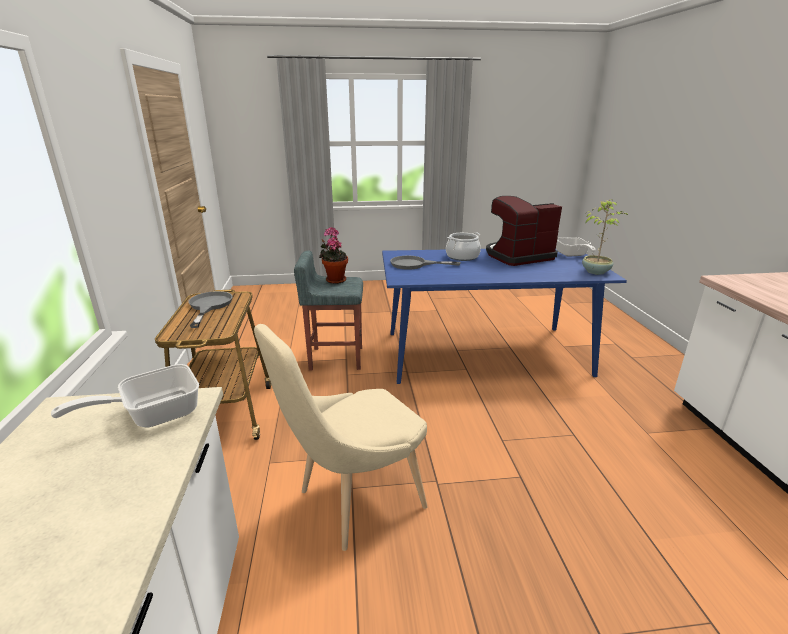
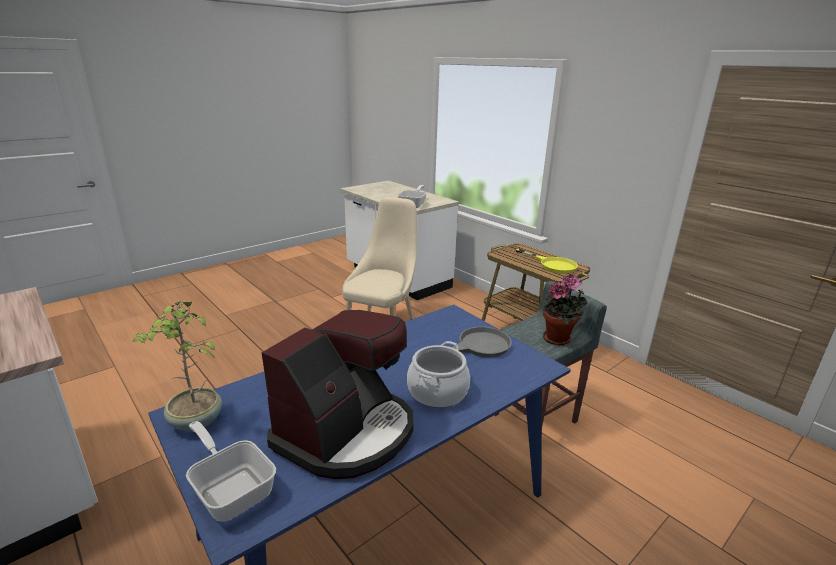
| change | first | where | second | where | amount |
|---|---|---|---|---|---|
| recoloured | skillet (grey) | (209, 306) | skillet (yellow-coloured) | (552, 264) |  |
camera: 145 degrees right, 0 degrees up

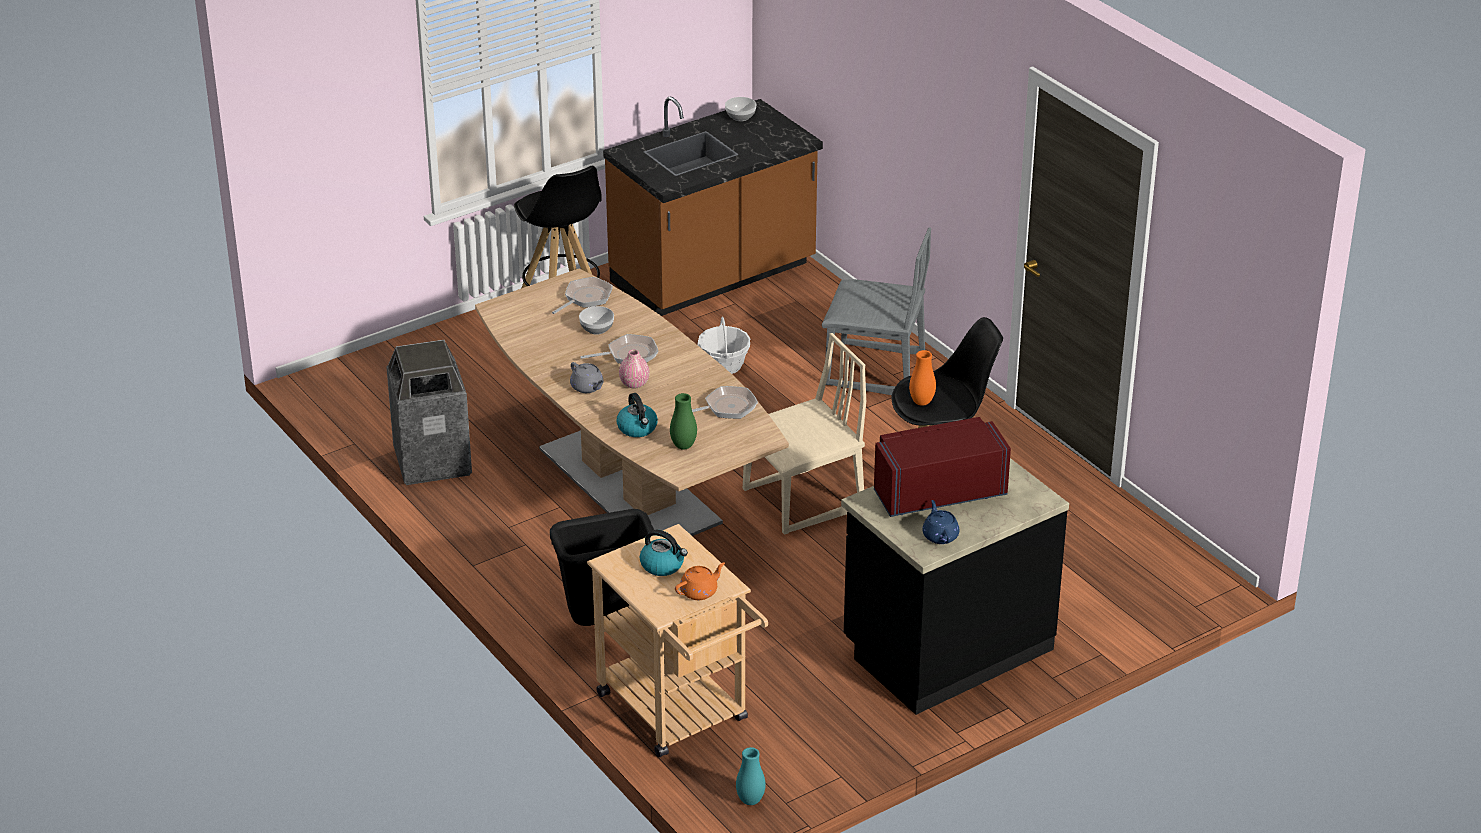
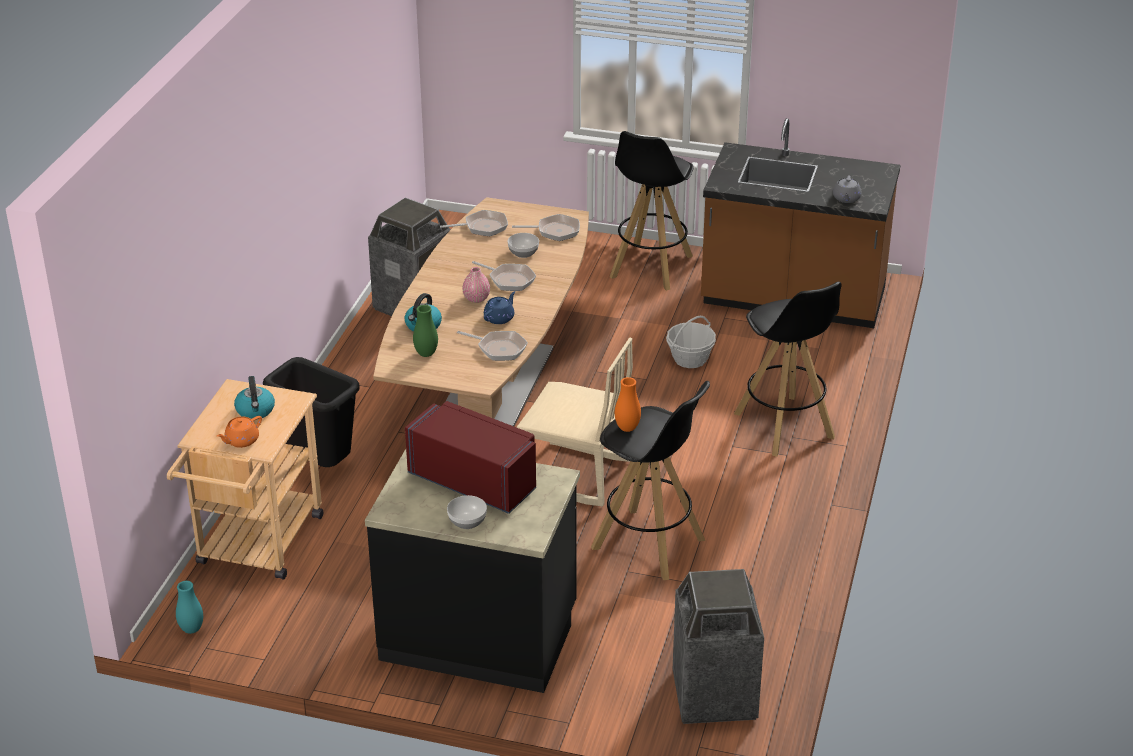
| change | first | where | second | where | amount |
|---|---|---|---|---|---|
| moved | pot for tea (grey) | (587, 387) |  | (846, 198) |  |
| turned | pot for tea (orange) | (699, 591) |  | (241, 441) | 120 degrees clockwise |
| moved | serving bowl | (740, 117) |  | (466, 521) |  |
| replaced | plain chair (grey) | (874, 370) | sitting stool (black-coloured) | (784, 426) |  |
| moved | pot for tea (blue) | (940, 535) |  | (499, 318) |  |
| added |  |  | skillet | (482, 227) |  |
| added |  |  | trash can | (713, 696) |  |
camera: 50 degrees right, 0 degrees up

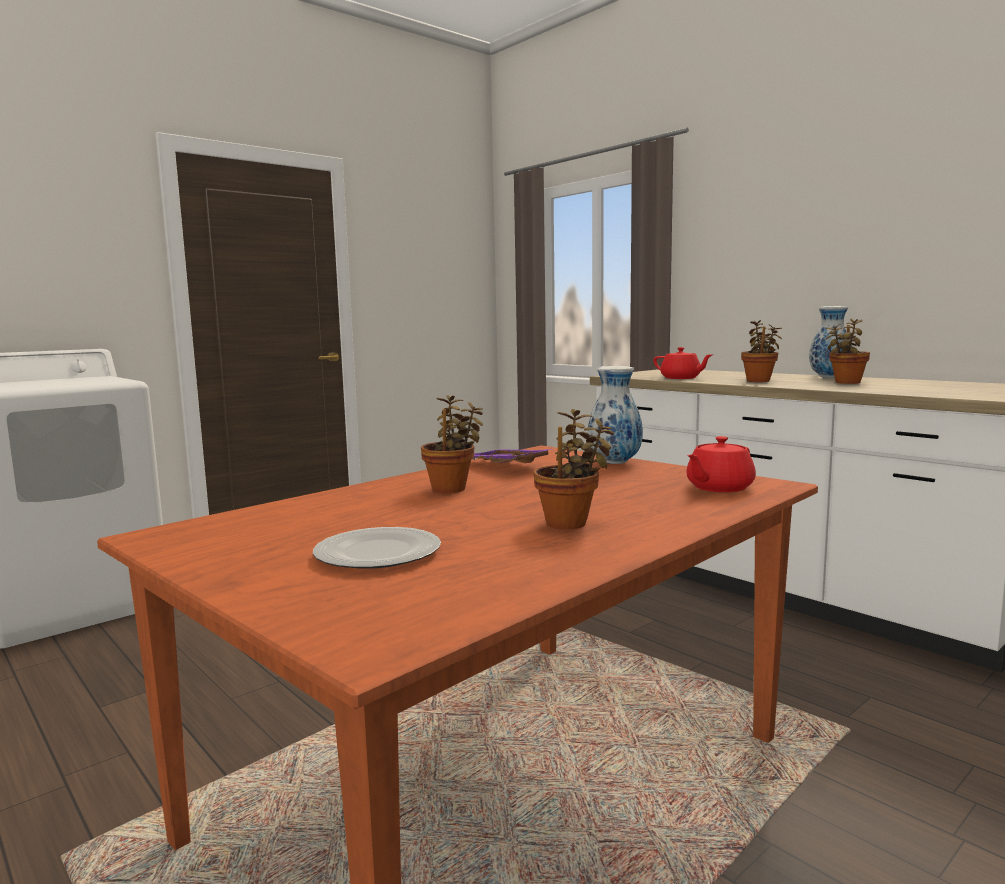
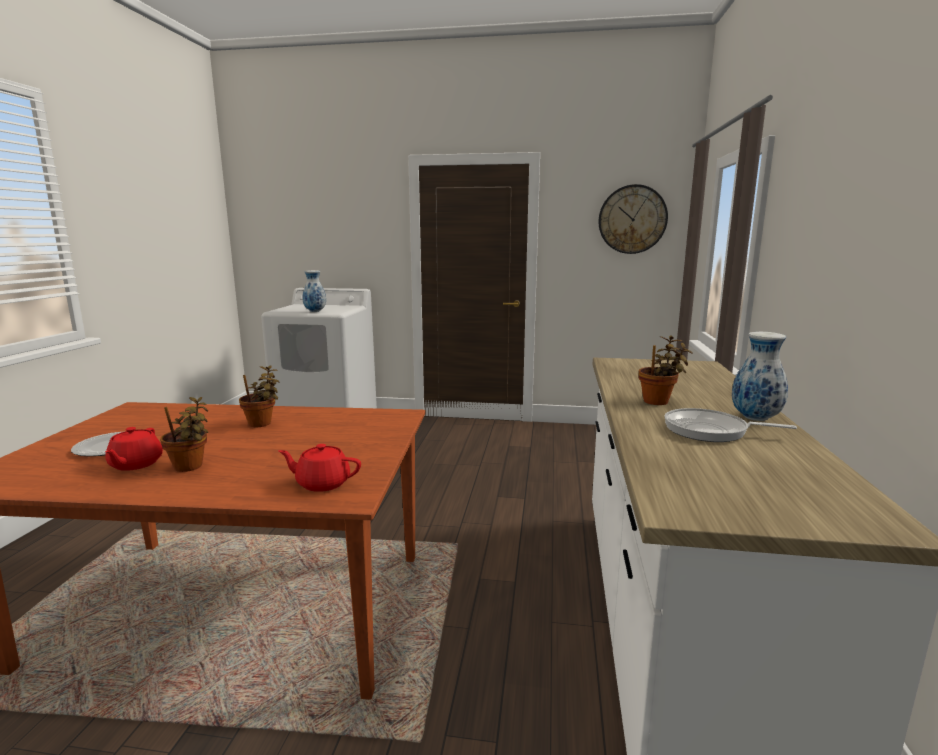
| change | first | where | second | where | amount |
|---|---|---|---|---|---|
| removed | tray (purple-coloured) | (505, 466) |  |  |  |
| moved | vase | (615, 463) |  | (314, 311) |  |
| moved | pot for tea (red) | (681, 378) |  | (135, 464) |  |
| replaced | houseplant | (846, 382) | skillet | (710, 431) |  |
| added |  |  | hanging clock | (632, 219) |  |
camera: 50 degrees right, 5 degrees up

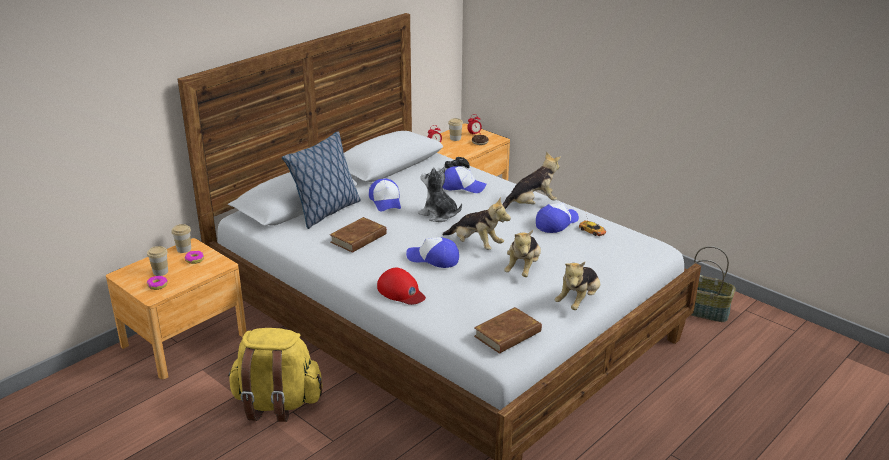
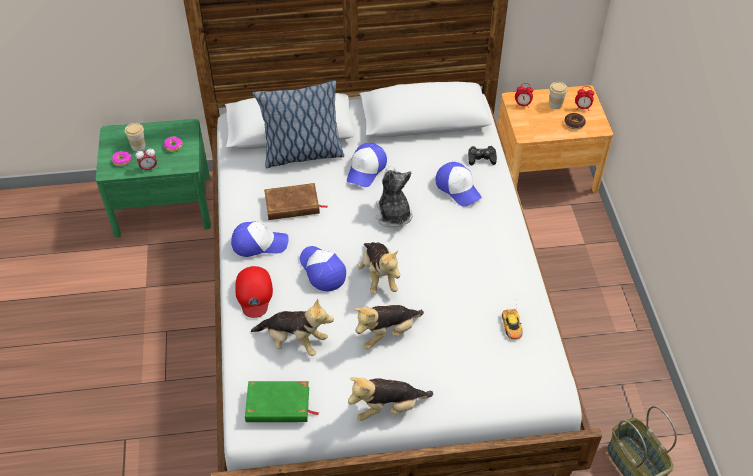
| change | first | where | second | where | amount |
|---|---|---|---|---|---|
| recoloured | nightstand (brownish) | (184, 340) | nightstand (greenish) | (163, 205) |  |
| removed | drinking cup | (184, 249) |  |  |  |
| removed | knapsack (yellow-coloured) | (276, 403) |  |  |  |
| recoloured | volume (brownish) | (508, 334) | volume (greenish) | (278, 405) |  |
| moved | soft toy | (531, 205) |  | (294, 341) |  |
| moved | peaked cap | (556, 223) |  | (259, 243) |  |
| added |  |  | table clock | (149, 168) |  |
camera: 40 degrees right, 20 degrees up

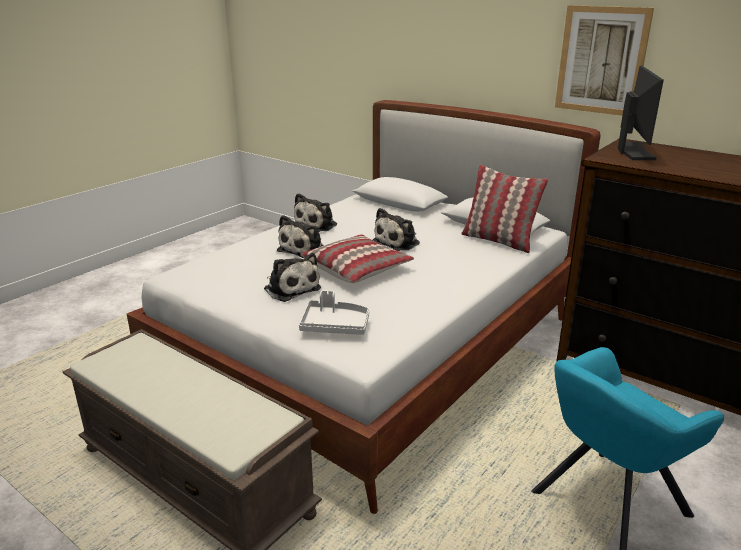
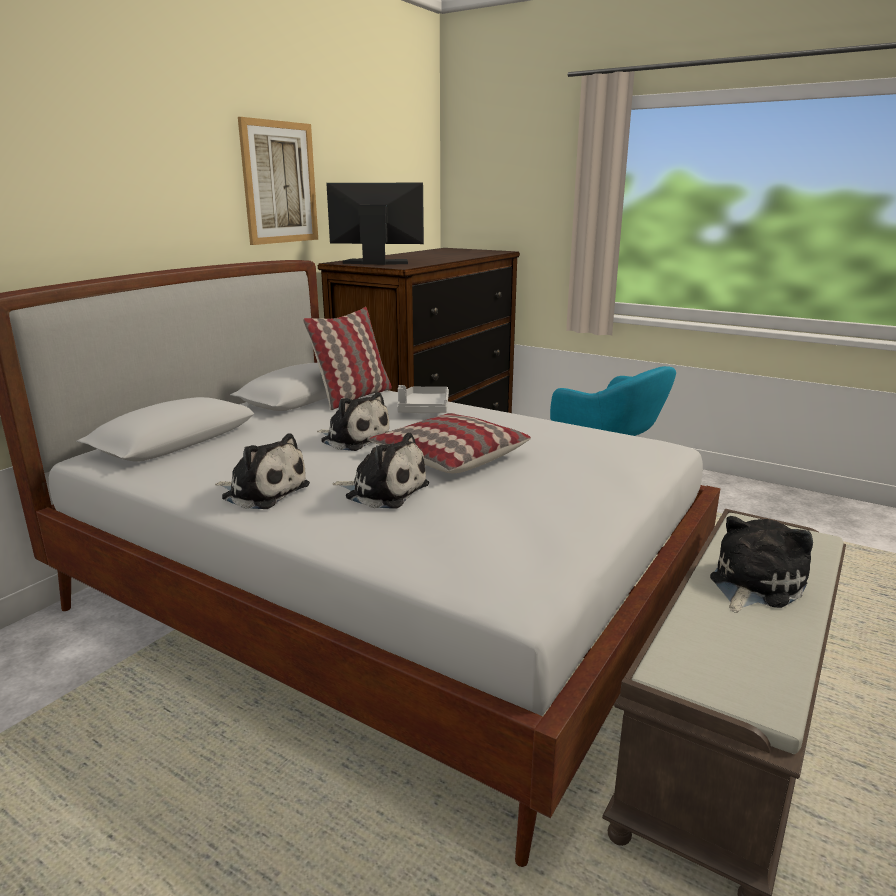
| change | first | where | second | where | amount |
|---|---|---|---|---|---|
| moved | soft toy | (291, 288) |  | (753, 584) |  |
| moved | tray (grey) | (335, 326) |  | (423, 409) |  |
camera: 95 degrees left, 5 degrees down

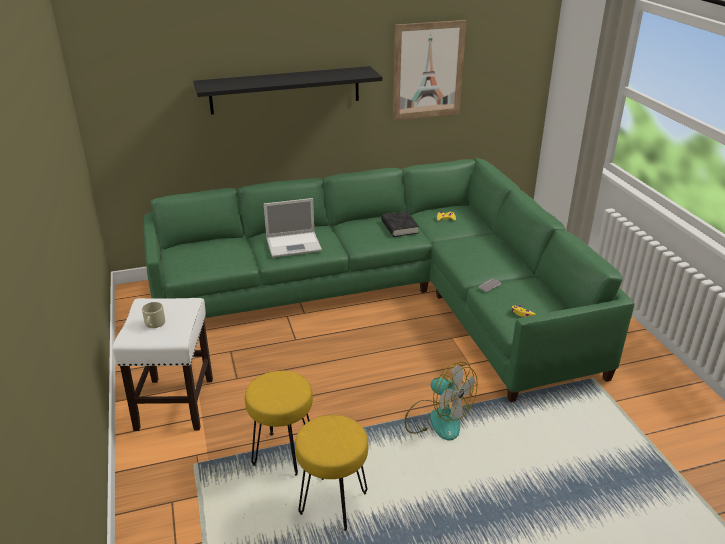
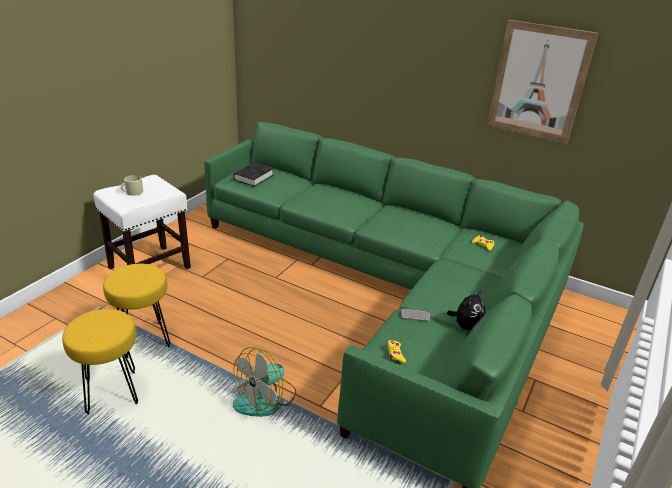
| change | first | where | second | where | amount |
|---|---|---|---|---|---|
| removed | wall shelf (black-coloured) | (285, 90) |  |  |  |
| removed | portable computer | (294, 244) |  |  |  |
| moved | volume (black-coloured) | (399, 227) |  | (253, 177) |  |
| turned | cooling fan | (437, 419) |  | (266, 399) | 45 degrees clockwise |
| added |  |  | soft toy | (466, 326) |  |
camera: 45 degrees right, 0 degrees up

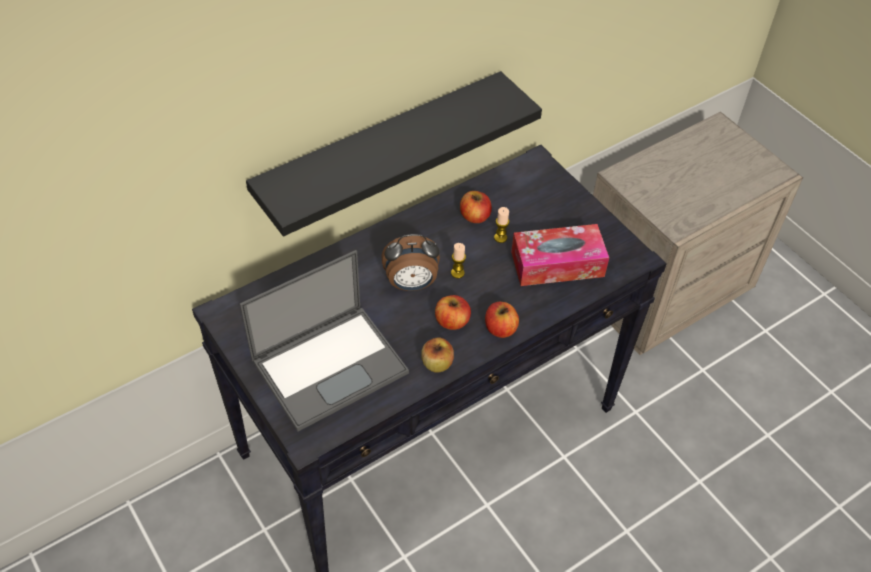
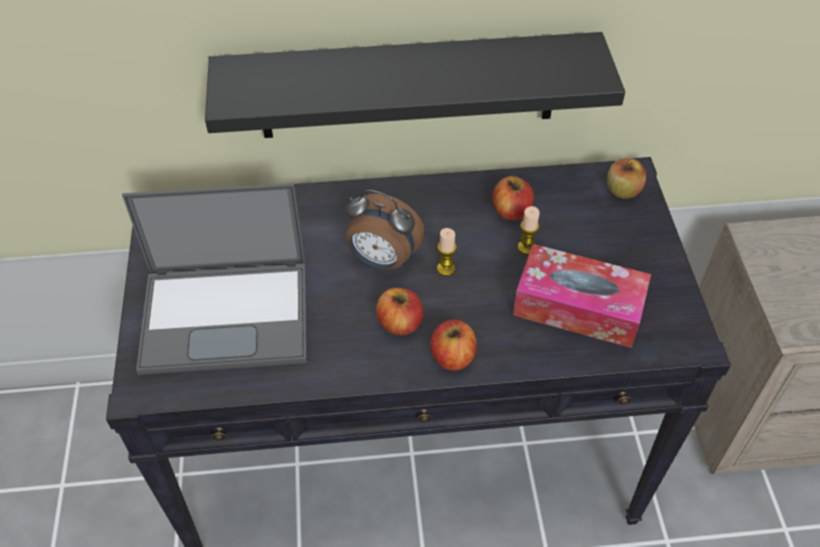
| change | first | where | second | where | amount |
|---|---|---|---|---|---|
| moved | apple | (437, 363) |  | (622, 191) |  |
camera: 30 degrees right, 0 degrees up

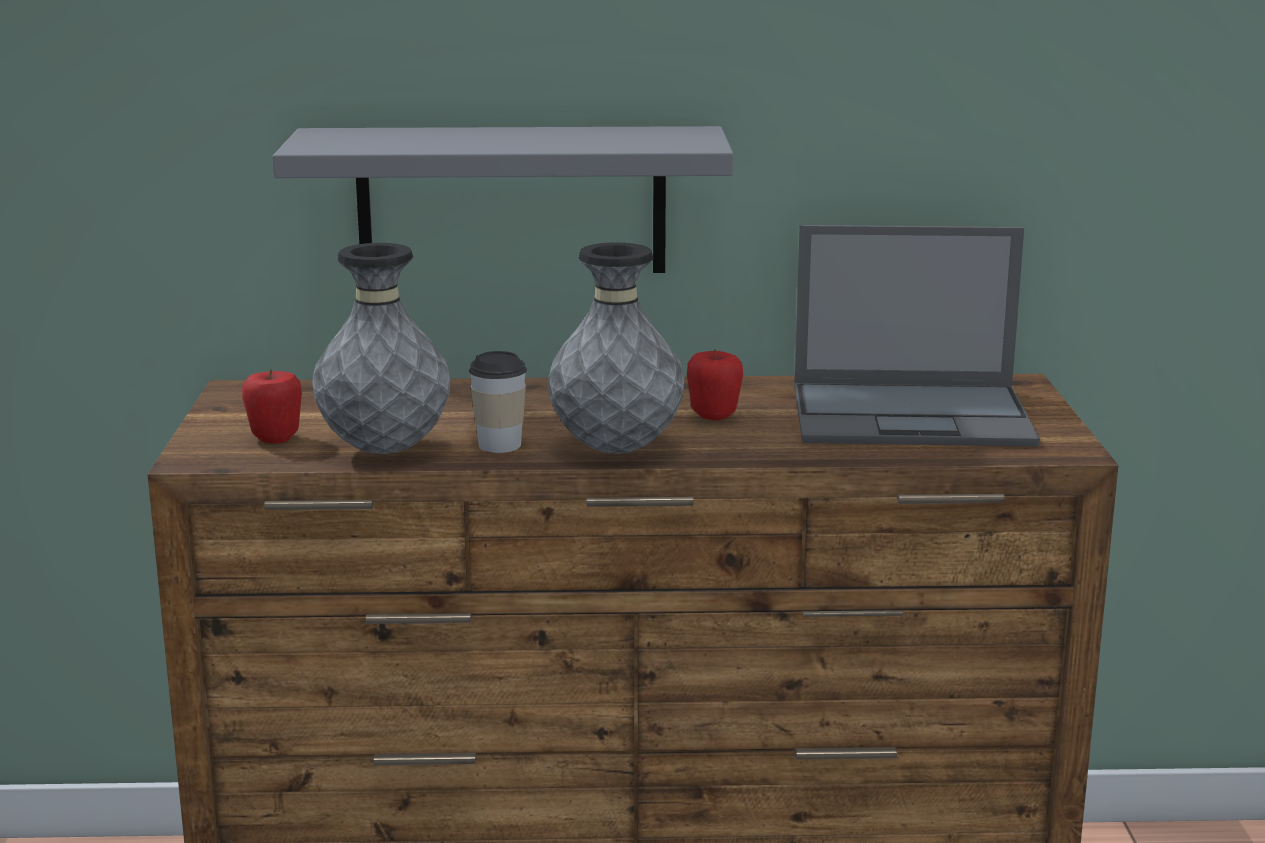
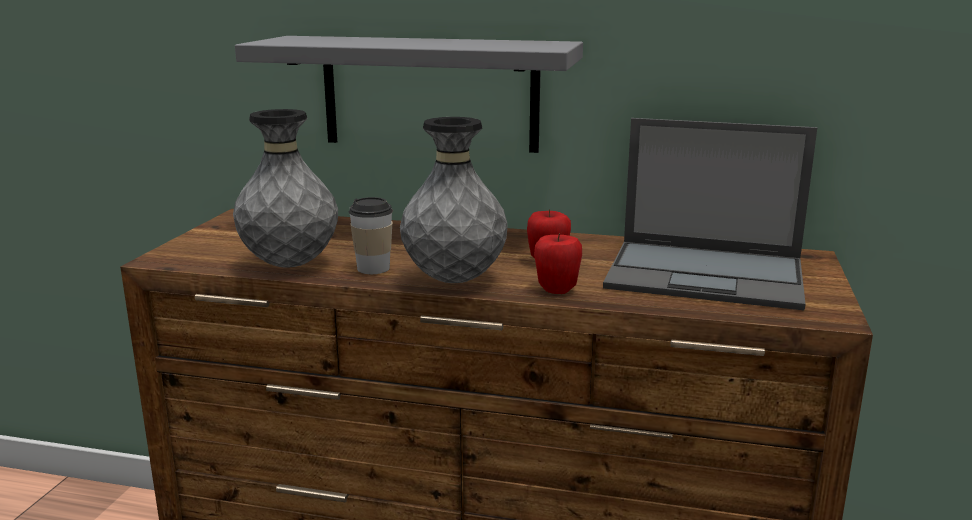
| change | first | where | second | where | amount |
|---|---|---|---|---|---|
| moved | apple | (275, 438) |  | (557, 289) |  |
camera: 15 degrees right, 0 degrees up

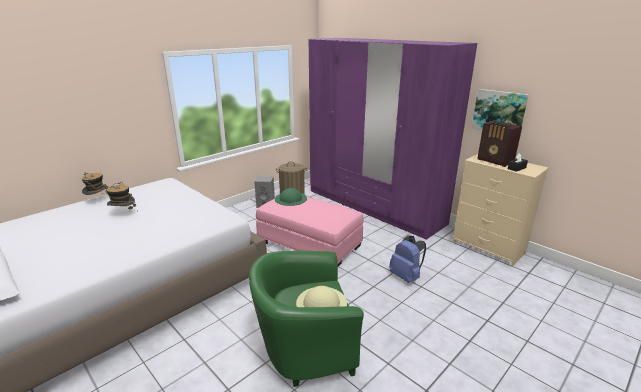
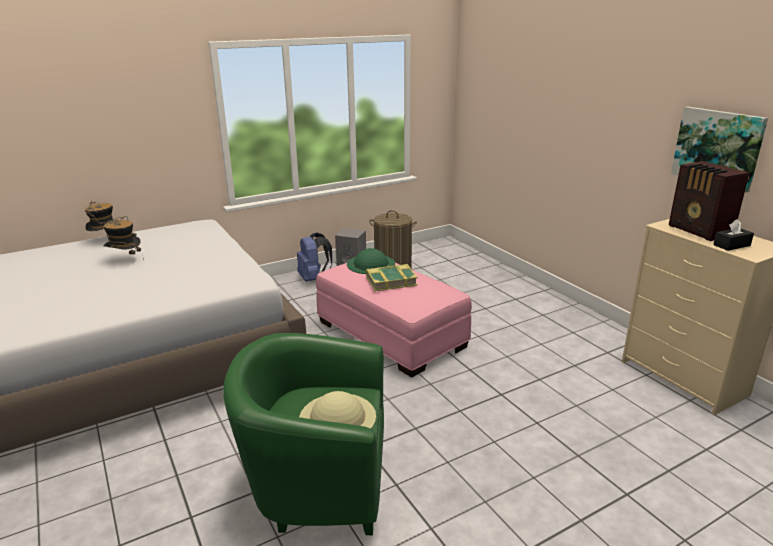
| change | first | where | second | where | amount |
|---|---|---|---|---|---|
| removed | armoire (purple-coloured) | (373, 207) |  |  |  |
| moved | knapsack (blue) | (406, 276) |  | (314, 279) |  |
| added |  |  | volume | (391, 281) |  |
camera: 15 degrees right, 0 degrees up

